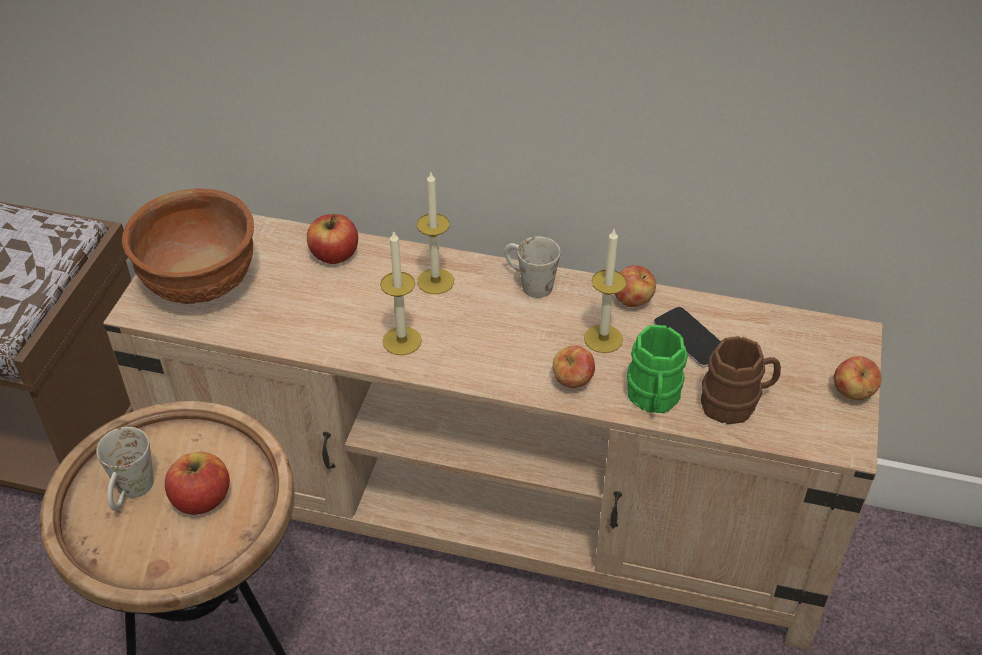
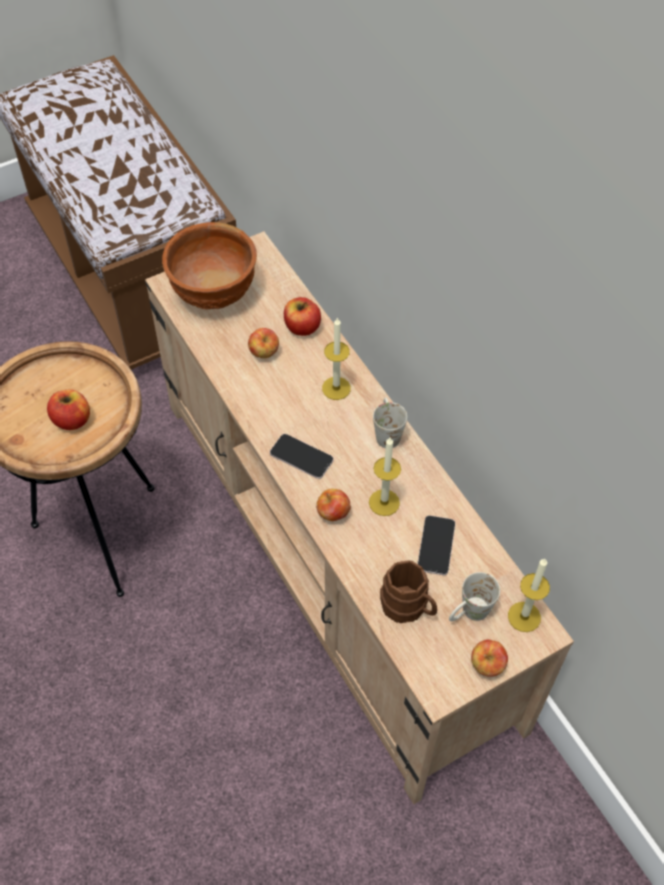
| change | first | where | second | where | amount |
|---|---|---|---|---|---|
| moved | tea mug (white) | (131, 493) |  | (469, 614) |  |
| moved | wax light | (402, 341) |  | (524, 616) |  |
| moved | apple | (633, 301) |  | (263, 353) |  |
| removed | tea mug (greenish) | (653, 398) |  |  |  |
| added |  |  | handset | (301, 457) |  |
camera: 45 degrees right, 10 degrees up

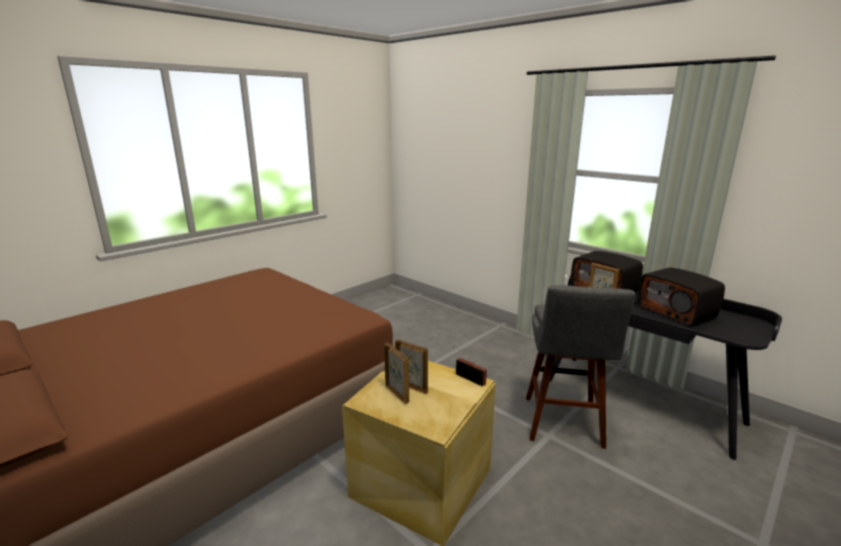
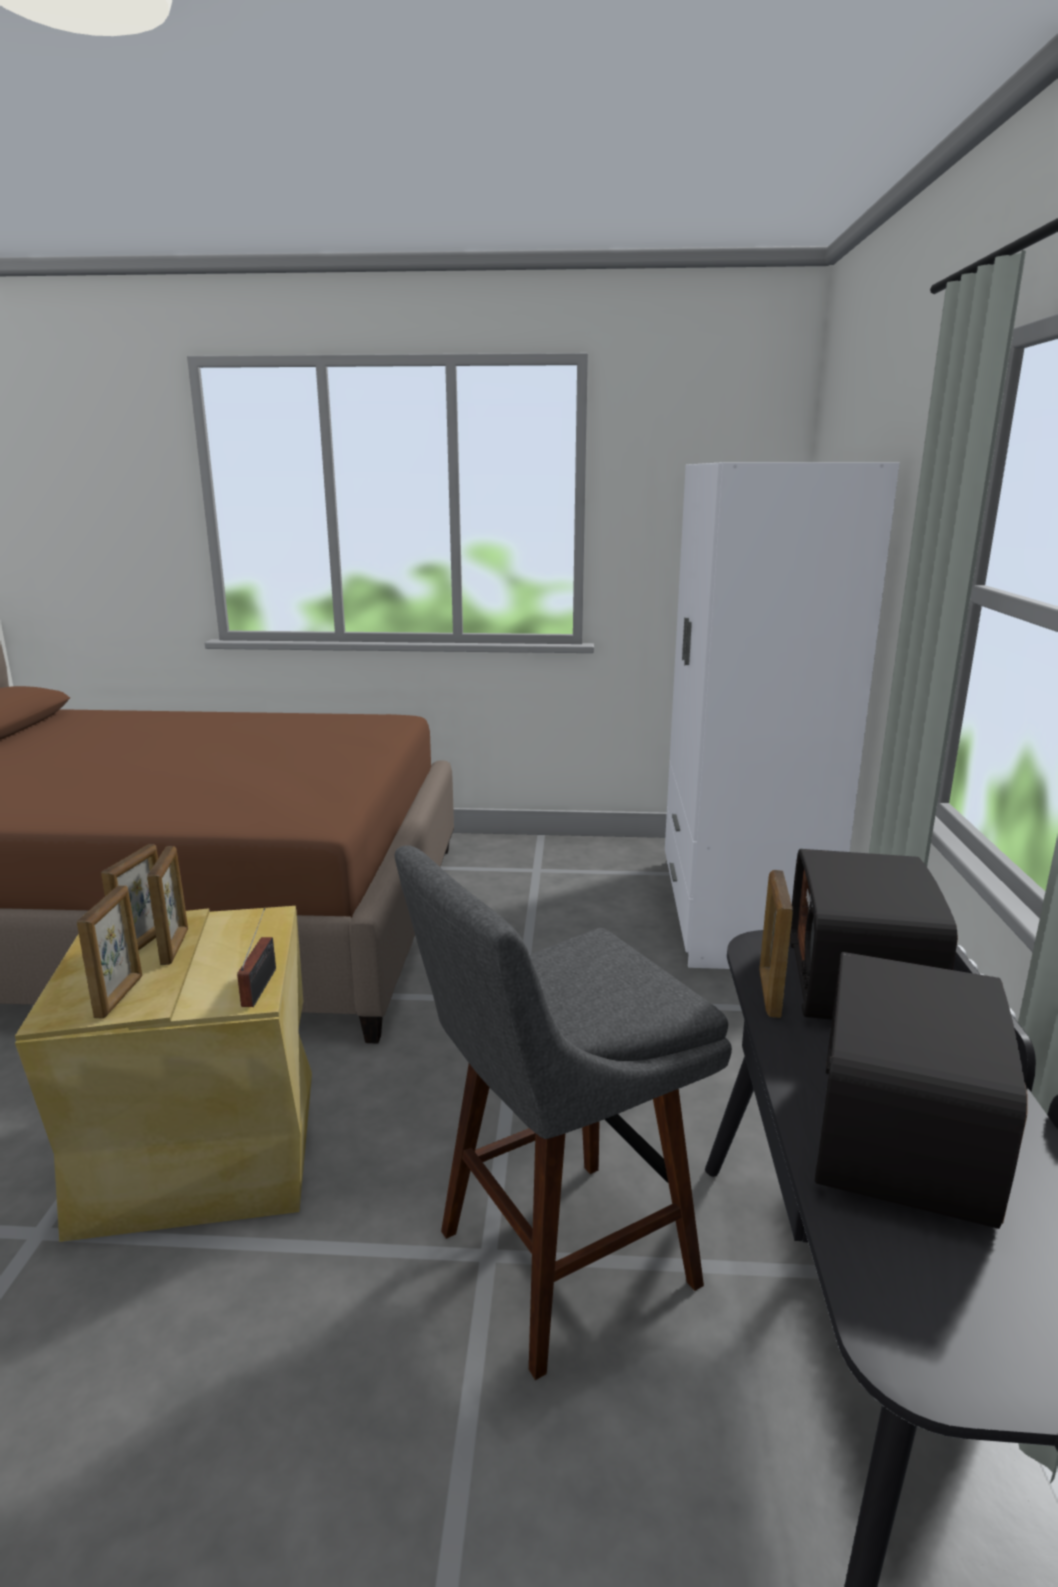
| change | first | where | second | where | amount |
|---|---|---|---|---|---|
| added |  |  | photo frame | (120, 996) |  |
| added |  |  | armoire (white) | (737, 911) |  |
camera: 50 degrees right, 0 degrees up

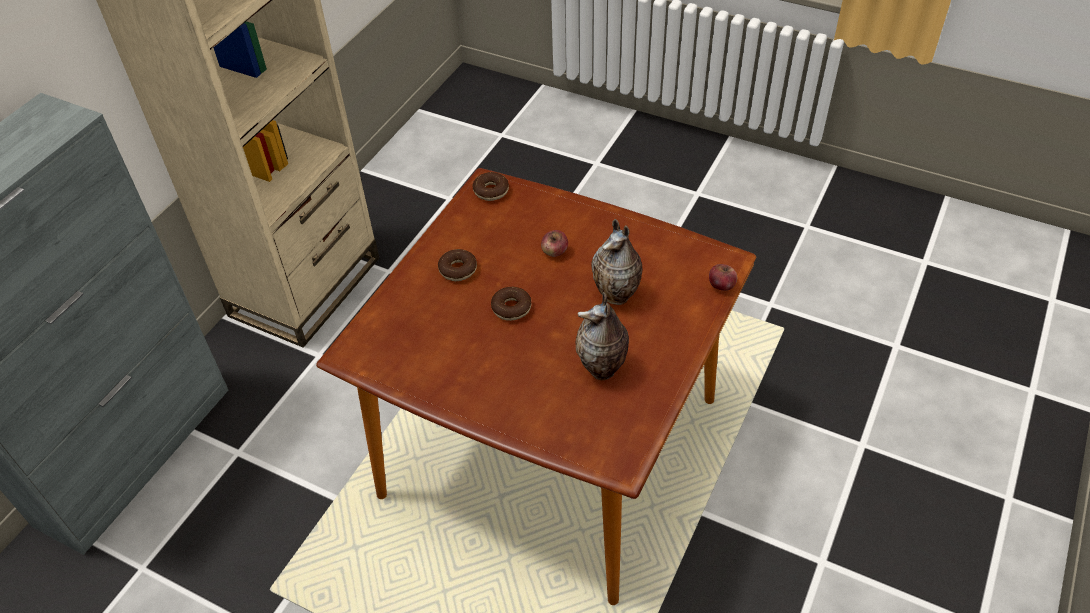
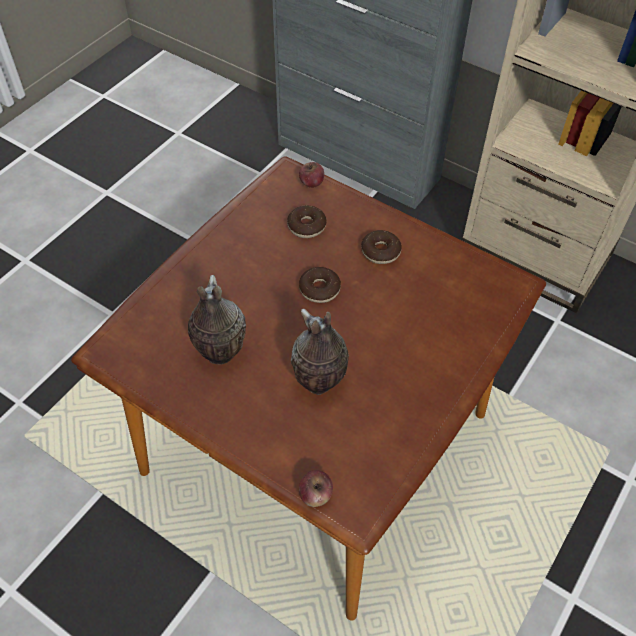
| change | first | where | second | where | amount |
|---|---|---|---|---|---|
| moved | doughnut | (491, 191) |  | (306, 226) |  |
| moved | apple | (554, 252) |  | (311, 183) |  |
camera: 95 degrees right, 5 degrees up

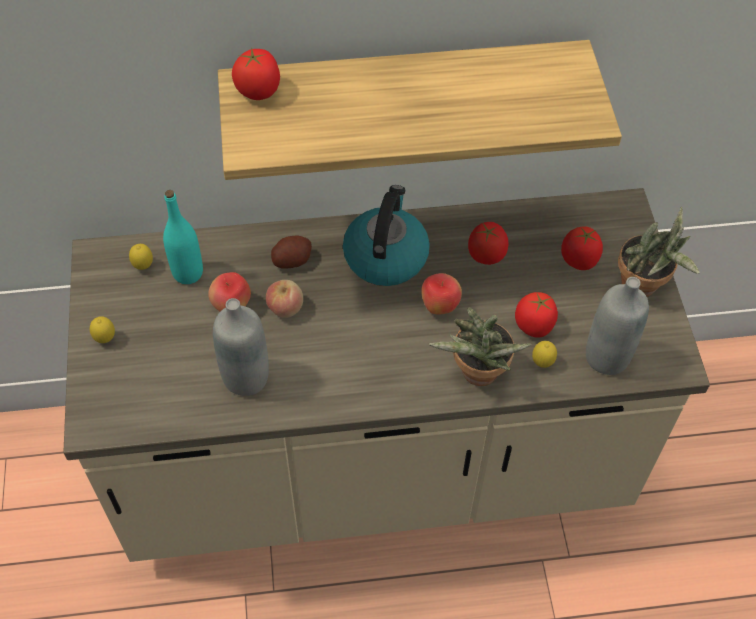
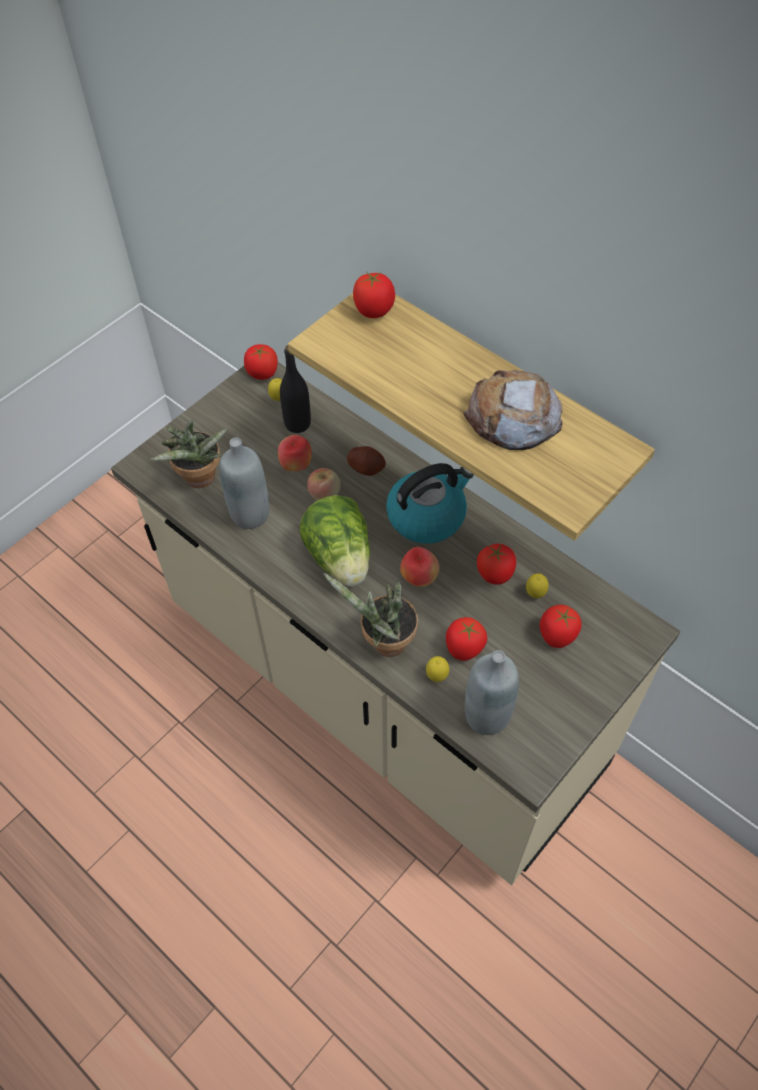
| change | first | where | second | where | amount |
|---|---|---|---|---|---|
| moved | whole lemon | (105, 339) |  | (535, 594) |  |
| recoloured | drink bottle (turquoise) | (188, 273) | drink bottle (black-coloured) | (297, 424) |  |
| moved | houseplant | (643, 287) |  | (199, 480) |  |
| added |  |  | fresh tomato | (262, 373) |  |
| added |  |  | lettuce | (340, 557) |  |
| added |  |  | bakery bread | (513, 417) |  |
camera: 50 degrees right, 0 degrees up

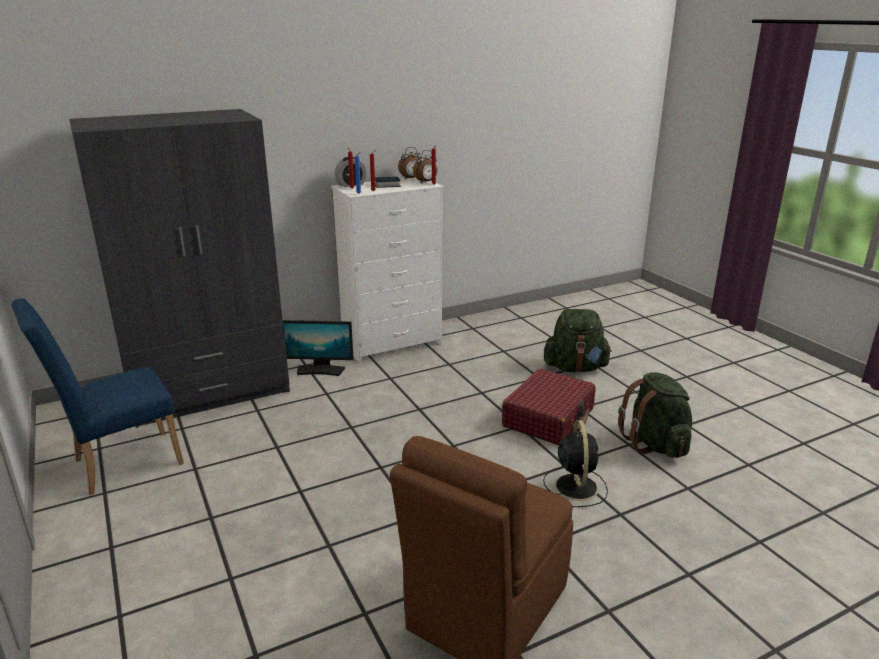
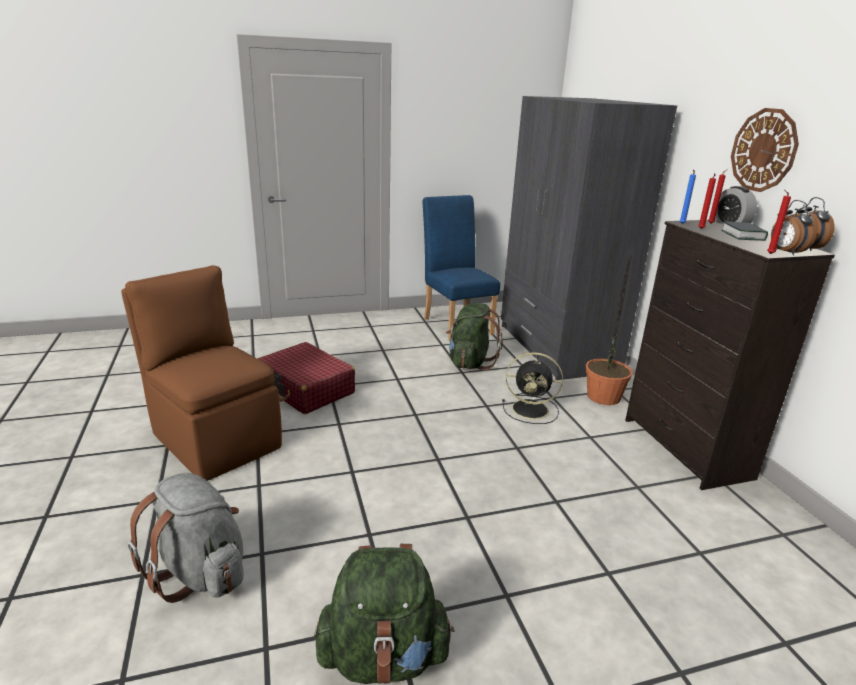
| change | first | where | second | where | amount |
|---|---|---|---|---|---|
| replaced | computer screen | (320, 370) | houseplant | (603, 397) |  |
| recoloured | dresser (white) | (393, 345) | dresser (black-coloured) | (685, 449) |  |
| moved | travel case (red) | (548, 418) |  | (306, 389) |  |
| moved | cooling fan (black-coloured) | (575, 485) |  | (532, 409) |  |
| moved | knapsack (greenish) | (575, 368) |  | (470, 362) |  |
| added |  |  | knapsack (grey) | (200, 572) |  |
| added |  |  | hanging clock | (764, 150) |  |
camera: 100 degrees right, 0 degrees up

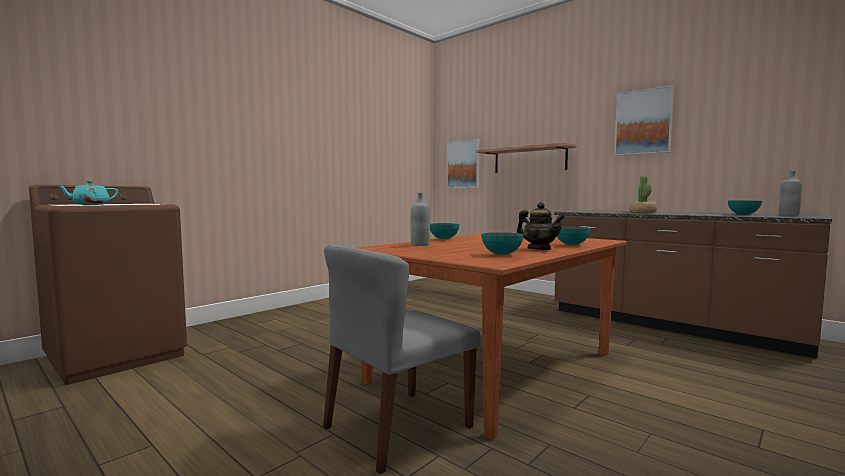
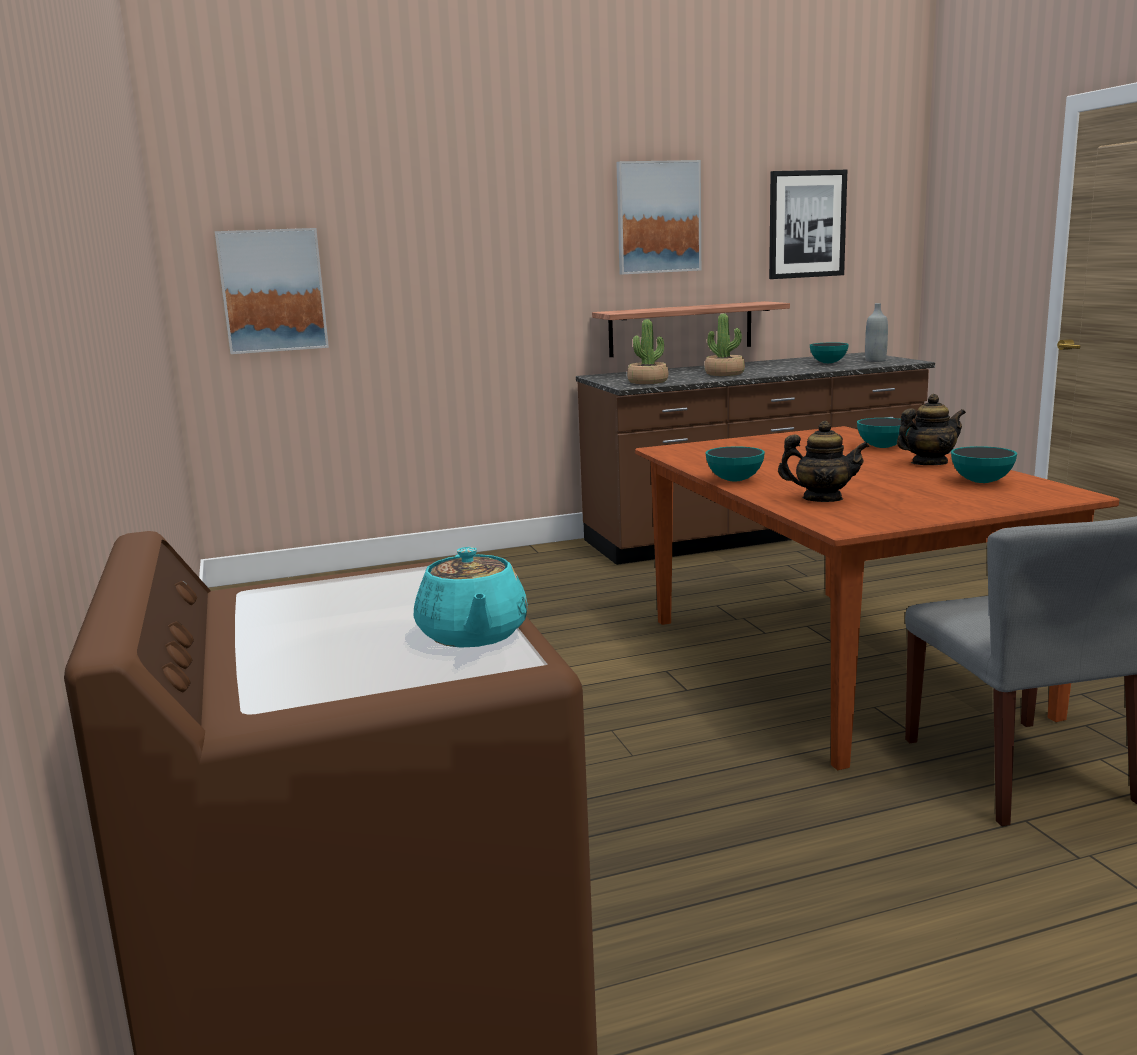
| change | first | where | second | where | amount |
|---|---|---|---|---|---|
| replaced | drink bottle (grey) | (420, 245) | pot for tea | (822, 499) |  |
| moved | wall shelf | (529, 160) |  | (681, 329) |  |
| added |  |  | houseplant | (647, 382) |  |
| added |  |  | wall picture | (806, 224) |  |
camera: 60 degrees left, 10 degrees up

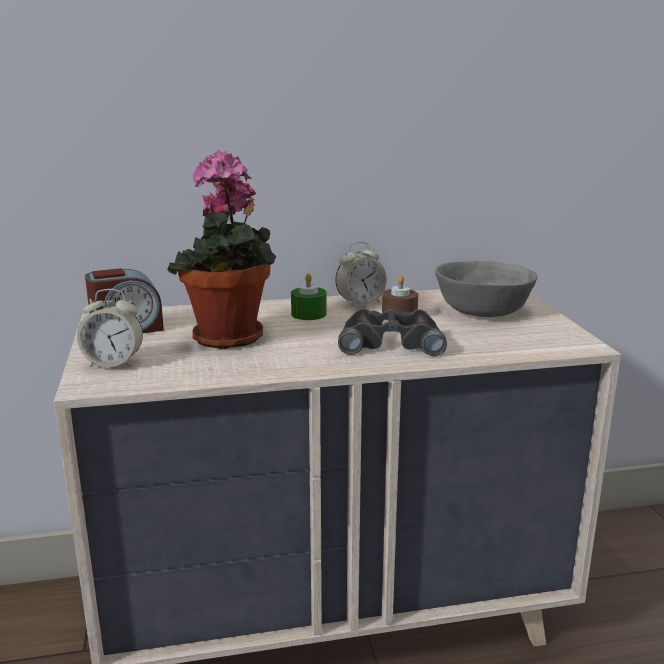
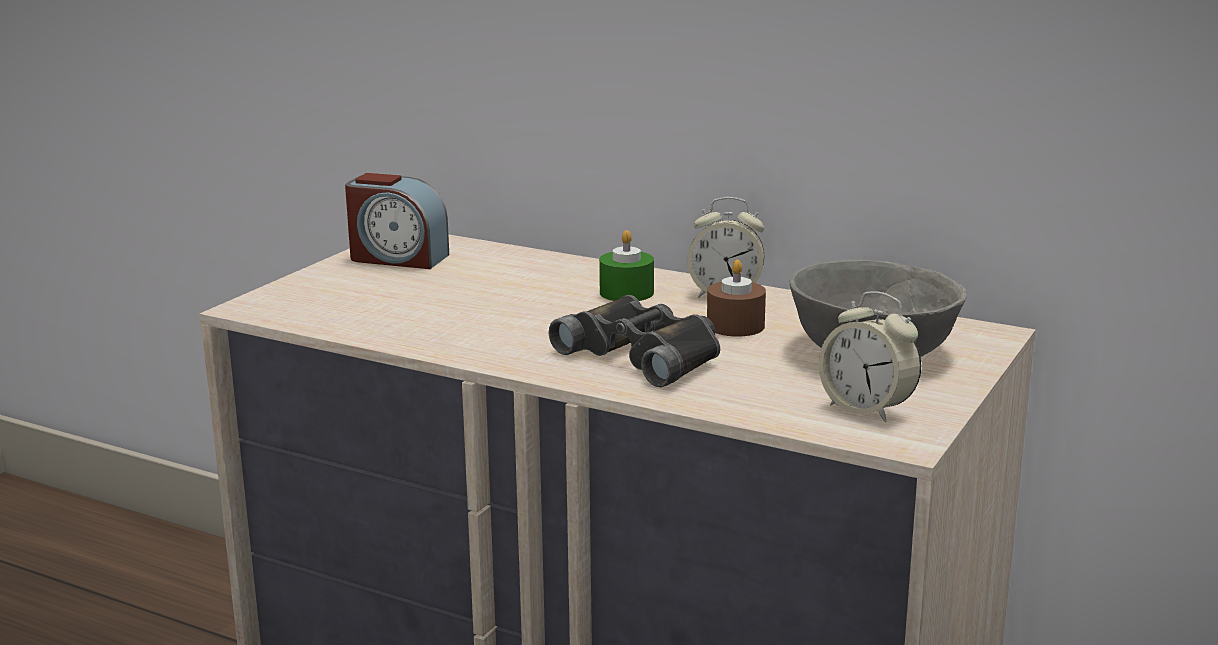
| change | first | where | second | where | amount |
|---|---|---|---|---|---|
| moved | table clock | (113, 363) |  | (867, 409) |  |
| removed | houseplant | (230, 339) |  |  |  |
camera: 40 degrees right, 0 degrees up

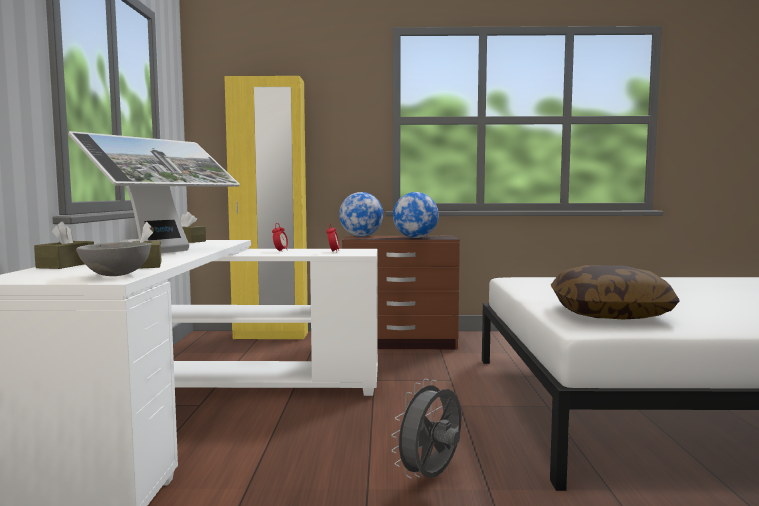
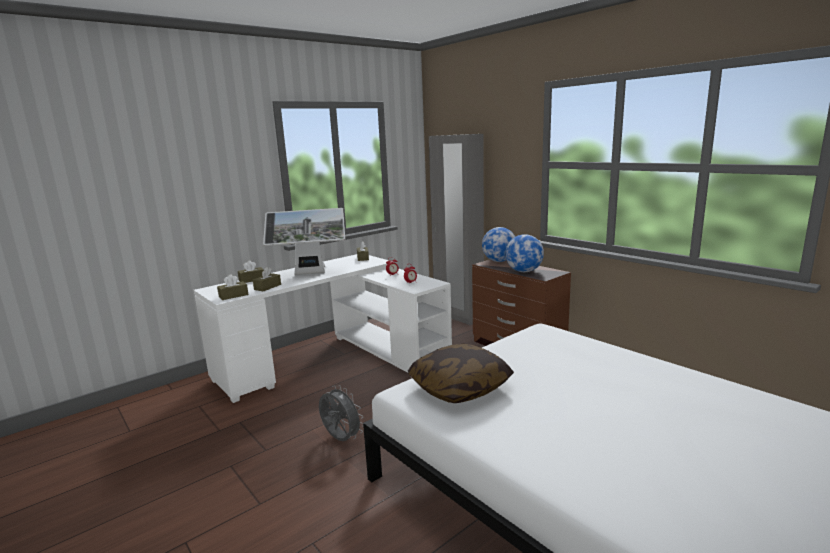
| change | first | where | second | where | amount |
|---|---|---|---|---|---|
| replaced | serving bowl (grey) | (115, 275) | tissue holder (brownish) | (233, 296) |  |
| recoloured | armoire (yellow-coloured) | (271, 335) | armoire (grey) | (458, 316) |  |
| turned | cooling fan (grey) | (431, 477) |  | (340, 439) | 45 degrees clockwise |
camera: 50 degrees right, 10 degrees up

